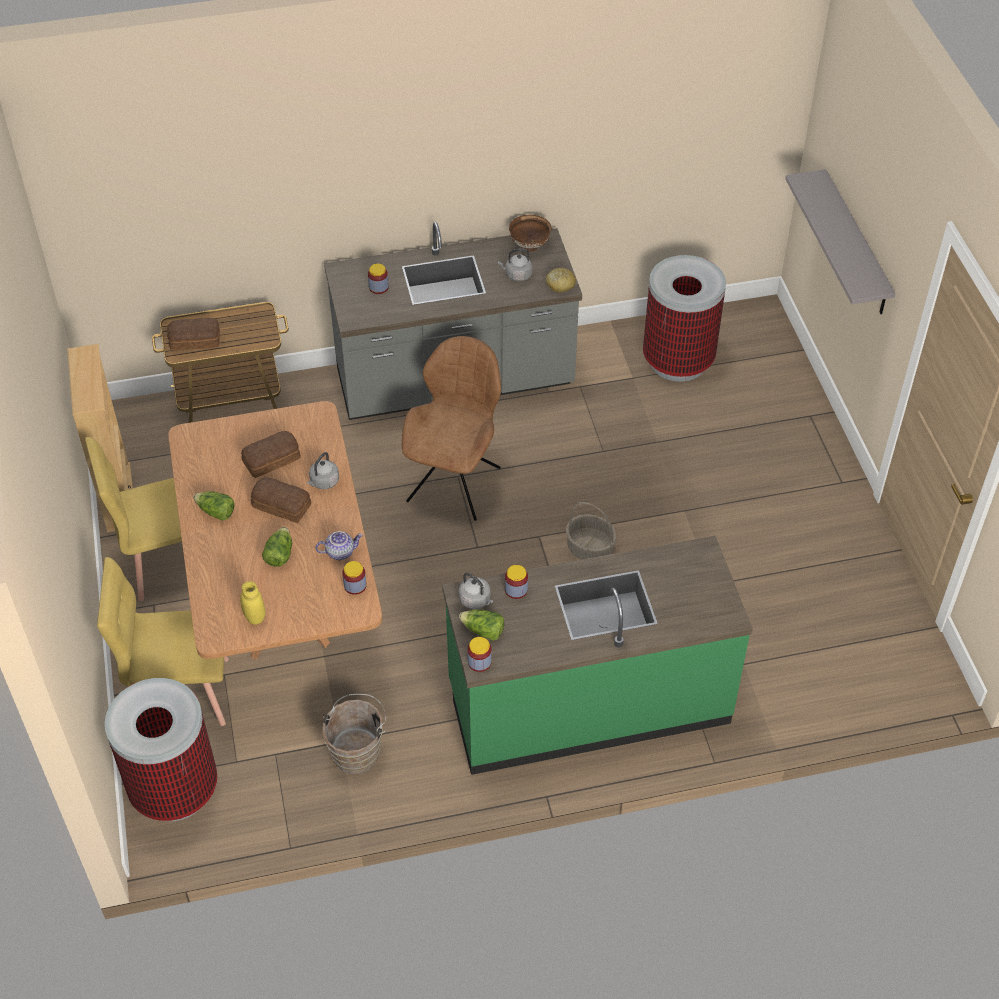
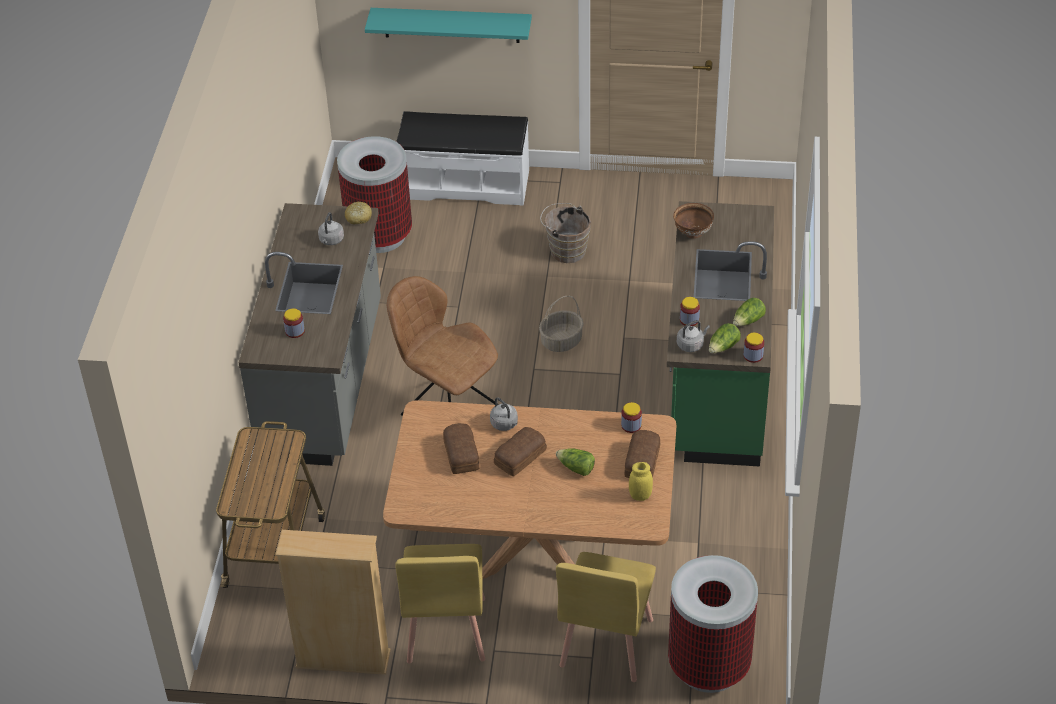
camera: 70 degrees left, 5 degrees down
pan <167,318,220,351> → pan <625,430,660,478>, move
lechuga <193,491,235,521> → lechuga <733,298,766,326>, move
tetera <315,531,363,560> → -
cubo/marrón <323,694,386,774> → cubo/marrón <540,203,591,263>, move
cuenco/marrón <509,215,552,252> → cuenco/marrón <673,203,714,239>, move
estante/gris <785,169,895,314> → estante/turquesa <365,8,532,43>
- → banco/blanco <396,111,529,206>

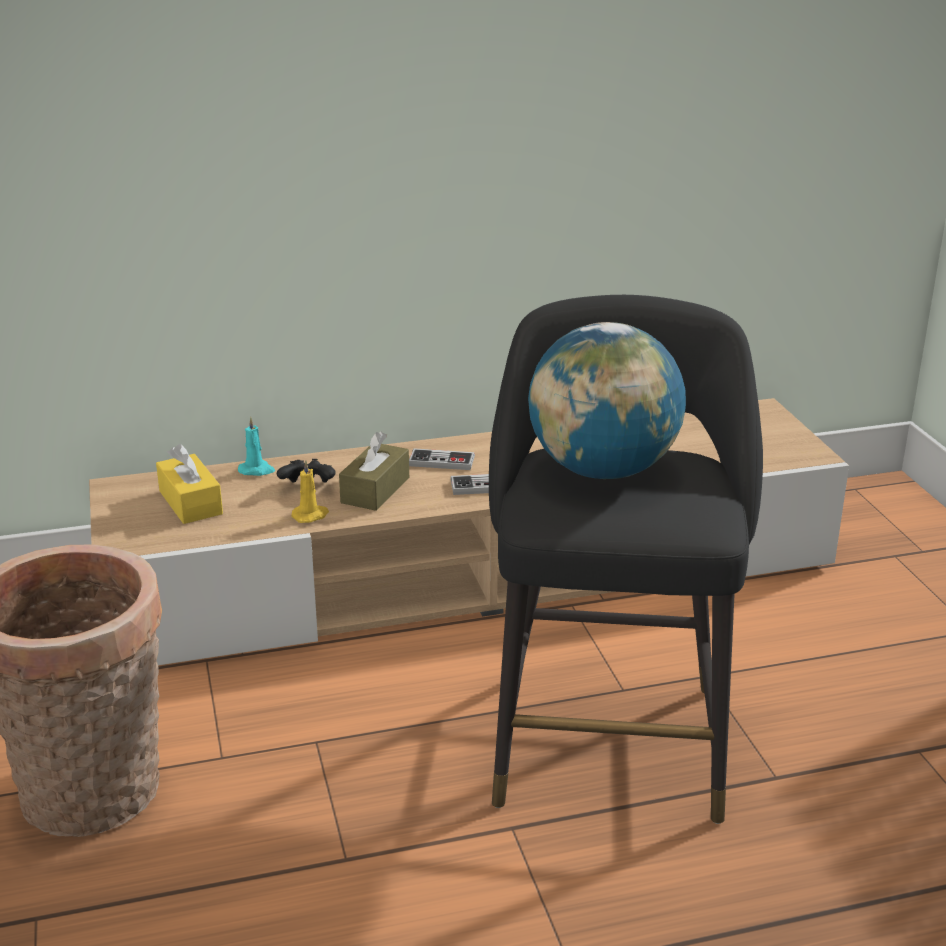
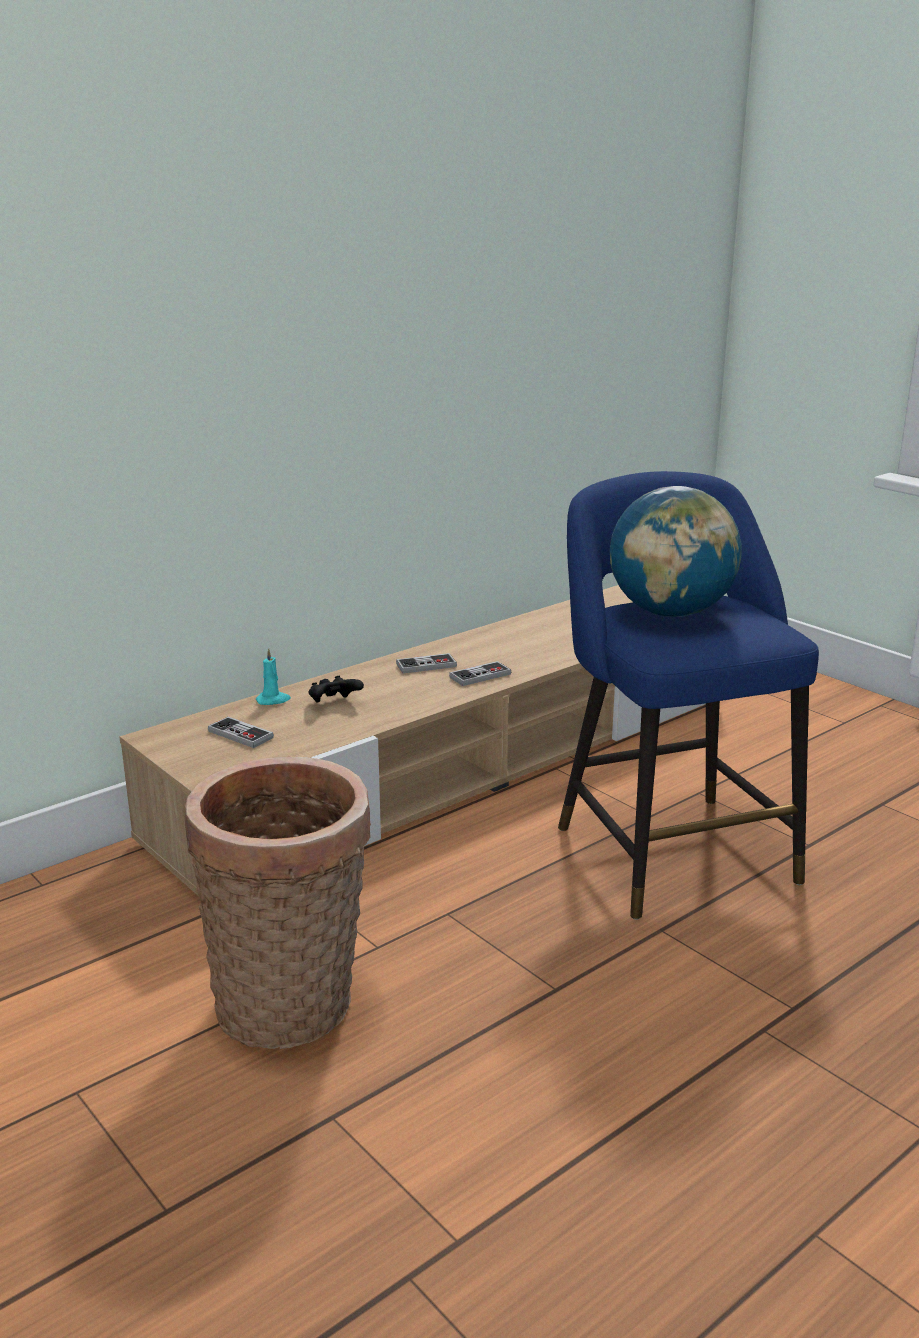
camera: 25 degrees left, 5 degrees down
caja de pañuelos/amarillo <156,444,223,524> → mando de consola <208,717,274,748>
vela/amarillo <291,460,329,523> → -
caja de pañuelos/marrón <339,431,409,511> → -
taburete/negro <489,295,763,824> → taburete/azul <558,471,819,920>

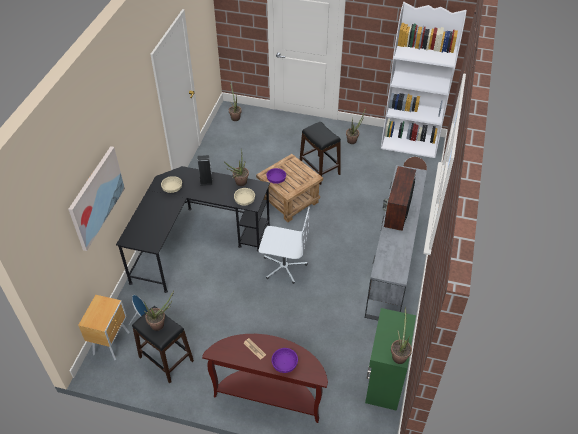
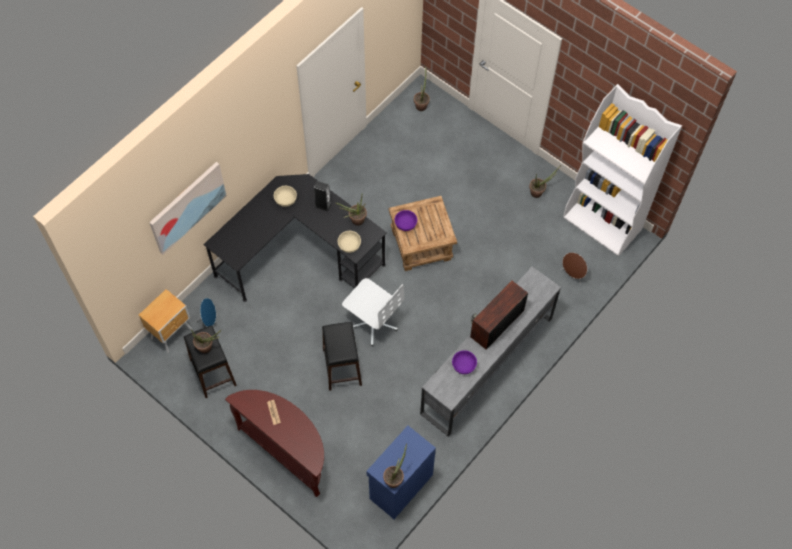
camera: 25 degrees right, 15 degrees up
cuenco/morado <271,348,298,373> → cuenco/morado <452,350,477,374>, move
taburete/negro <300,122,341,185> → taburete/negro <322,322,362,391>, move
armario/verde <365,308,416,411> → armario/azul <366,426,436,519>

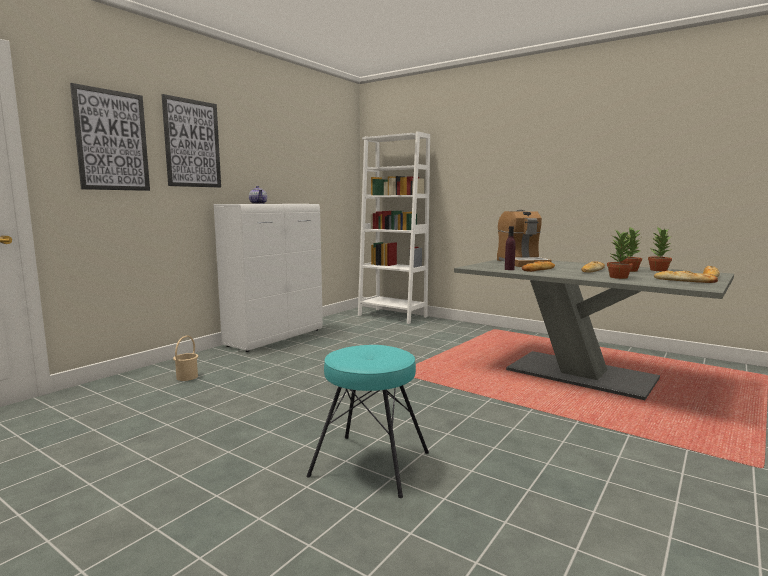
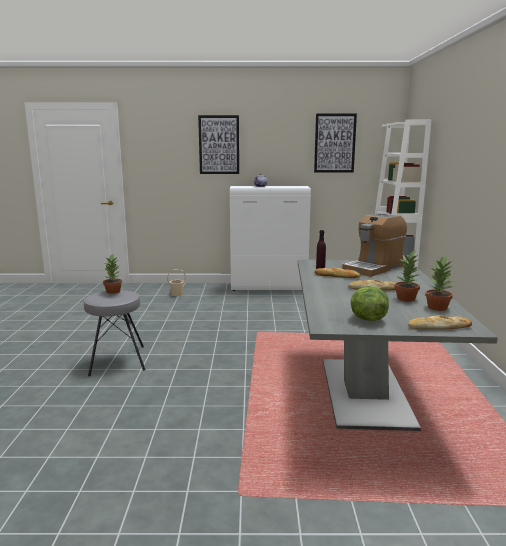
camera: 55 degrees right, 5 degrees up
cuadro <70,83,150,191> → cuadro <314,114,357,173>, move
taburete/turquesa <306,345,429,498> → taburete/gris <84,290,146,376>
planta en maceta <607,230,633,279> → planta en maceta <103,254,122,294>, move
pan <654,271,718,283> → lechuga <350,286,389,321>

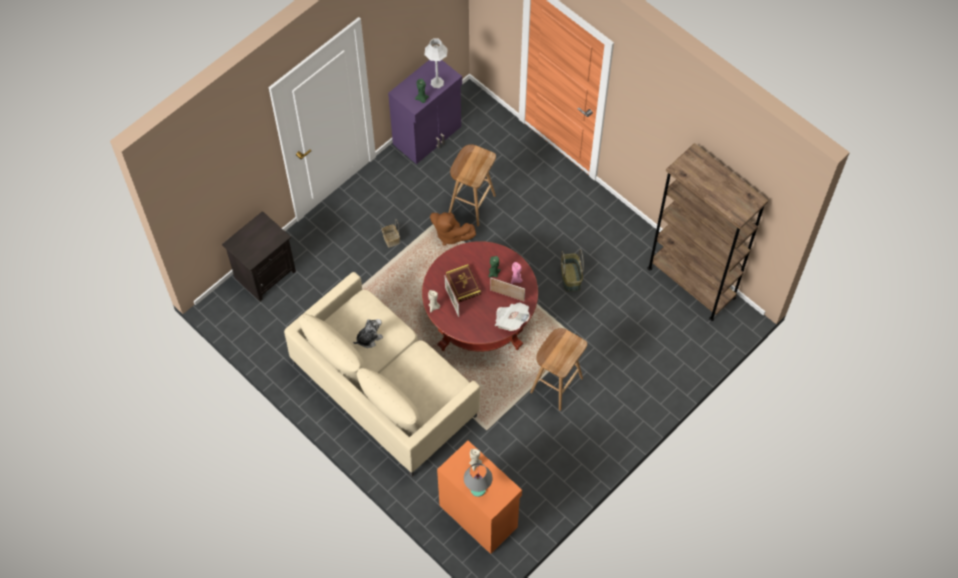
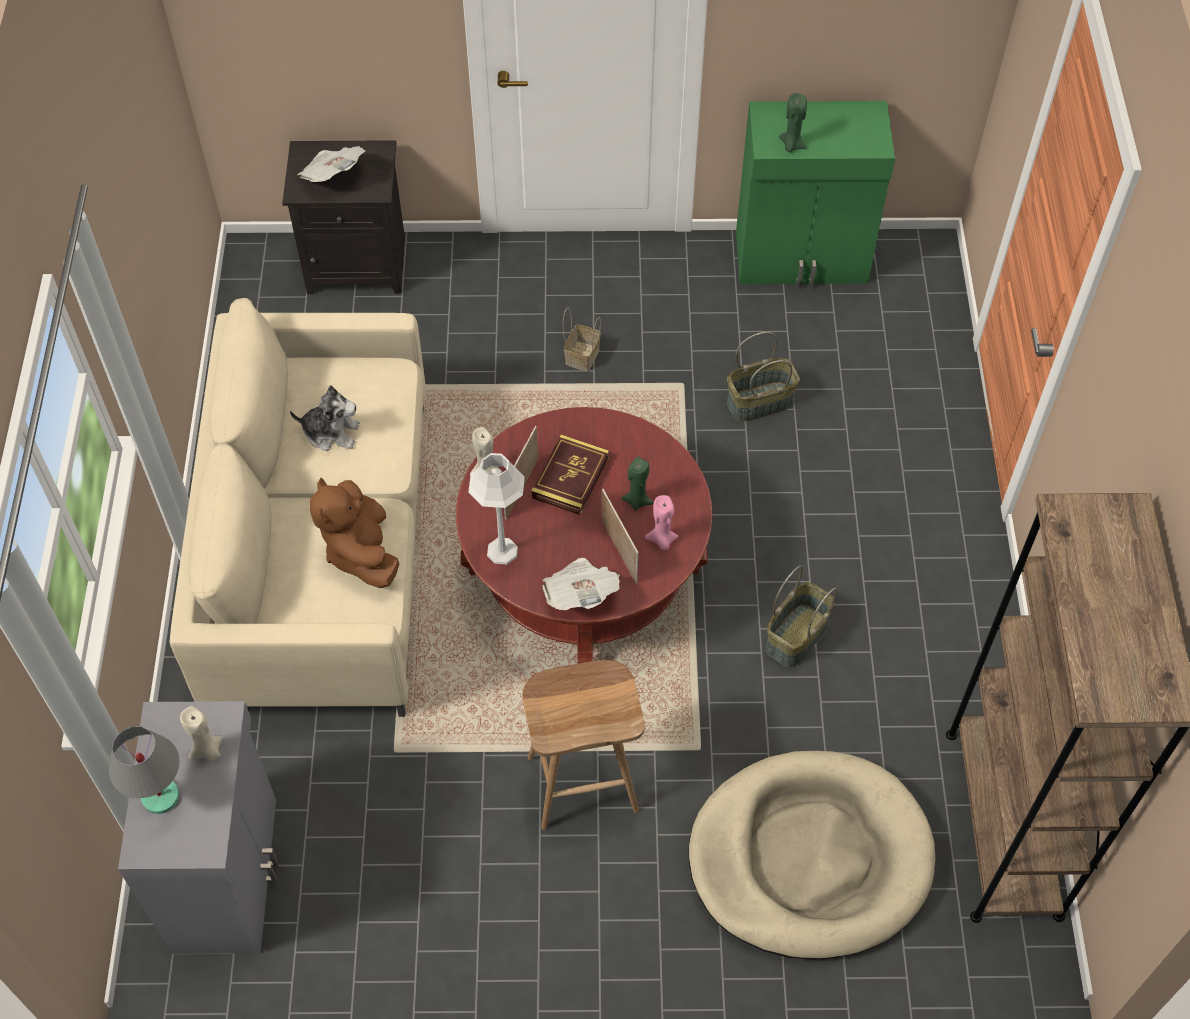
camera: 45 degrees right, 5 degrees down
armario/morado <388,60,462,164> → armario/verde <736,101,895,287>
lámpara de mesa/gris <424,38,448,88> → lámpara de mesa/gris <468,453,525,564>, move
peluche/marrón <430,212,476,246> → peluche/marrón <310,478,399,588>, move
armario/naranja <437,441,522,554> → armario/gris <118,701,278,954>
taburete/marrón <449,144,496,226> → cesta <726,332,800,421>
- → periódico <297,146,366,182>
- → cama para perro/beis <688,751,935,960>

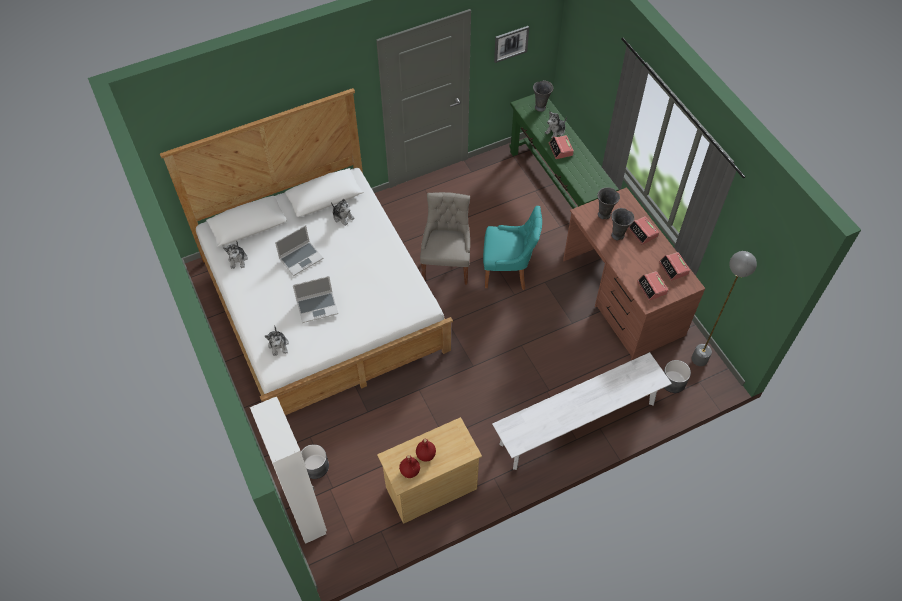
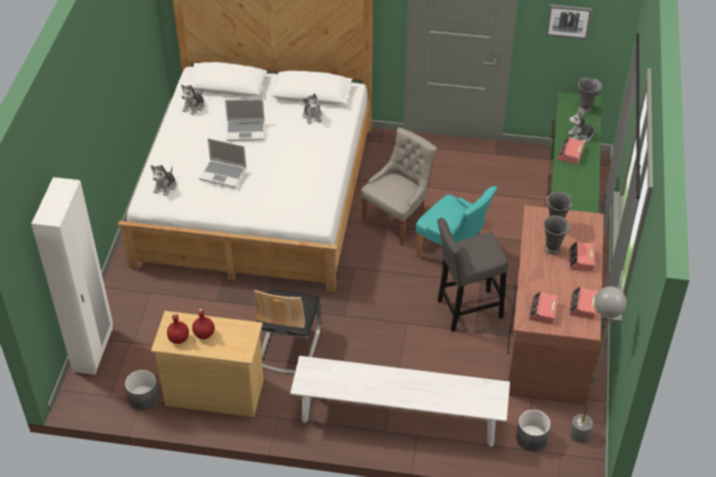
camera: 35 degrees right, 10 degrees down
maceta/gris <301,444,329,479> → maceta/gris <125,370,159,410>, move
- → silla <254,289,321,374>
- → taburete/gris <437,218,508,332>

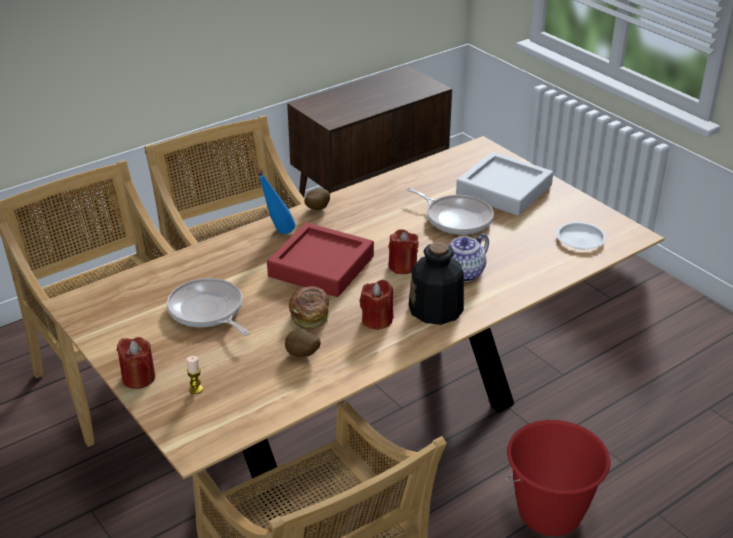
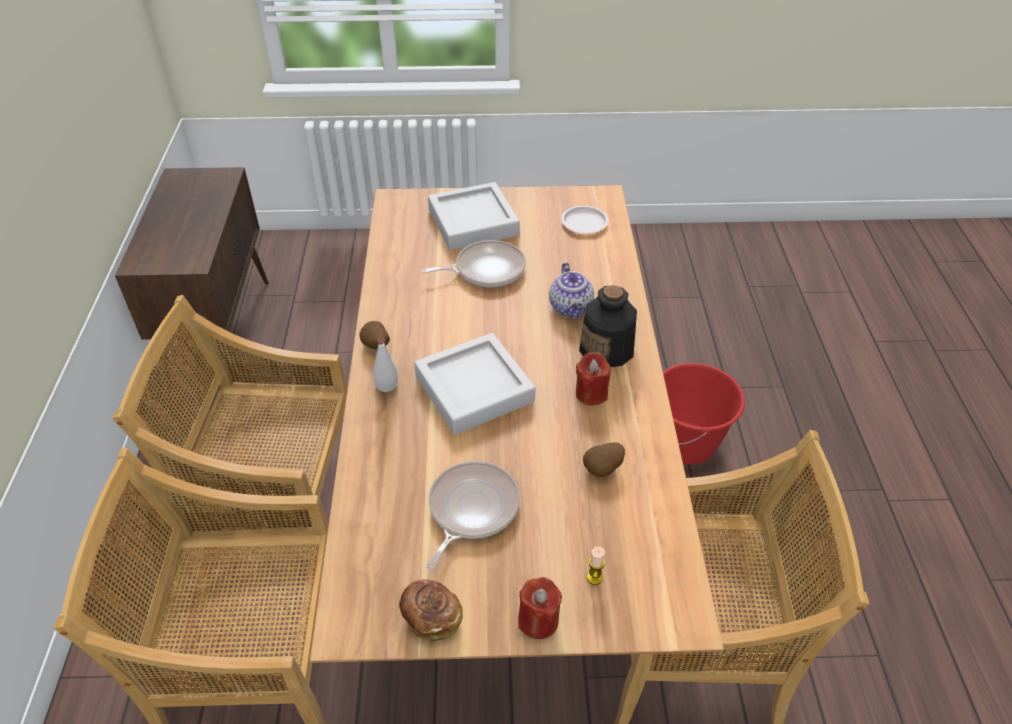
camera: 55 degrees left, 10 degrees up
sartén <167,278,249,336> → sartén <427,461,520,570>, 120 degrees clockwise
botella/azul <256,169,295,234> → botella/blanco <373,337,398,392>
bandeja/rojo <267,222,374,297> → bandeja/gris <414,333,535,435>
pan <289,286,330,329> → pan <399,579,463,641>, move
vela/rojo <388,229,419,274> → -

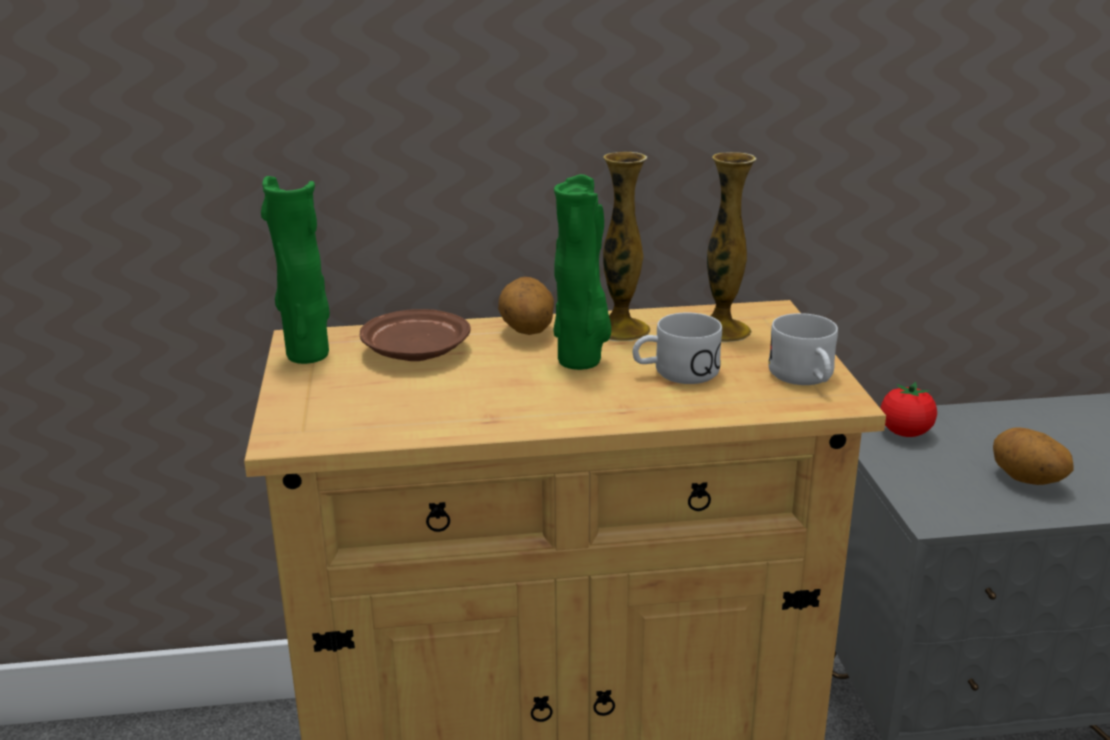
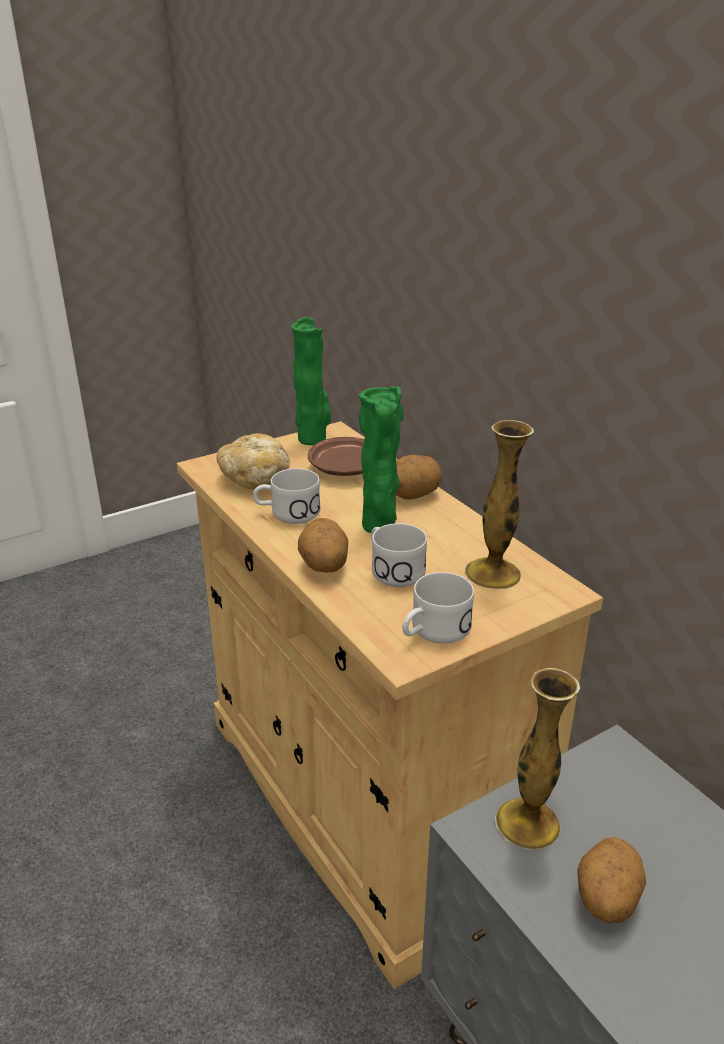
camera: 65 degrees right, 5 degrees up
florero <603,152,650,341> → florero <495,668,580,849>, move
tomate <880,382,937,437> → -
- → pan <216,433,290,490>
- → taza grande/blanco <253,468,321,524>
- → patata <298,518,348,573>

